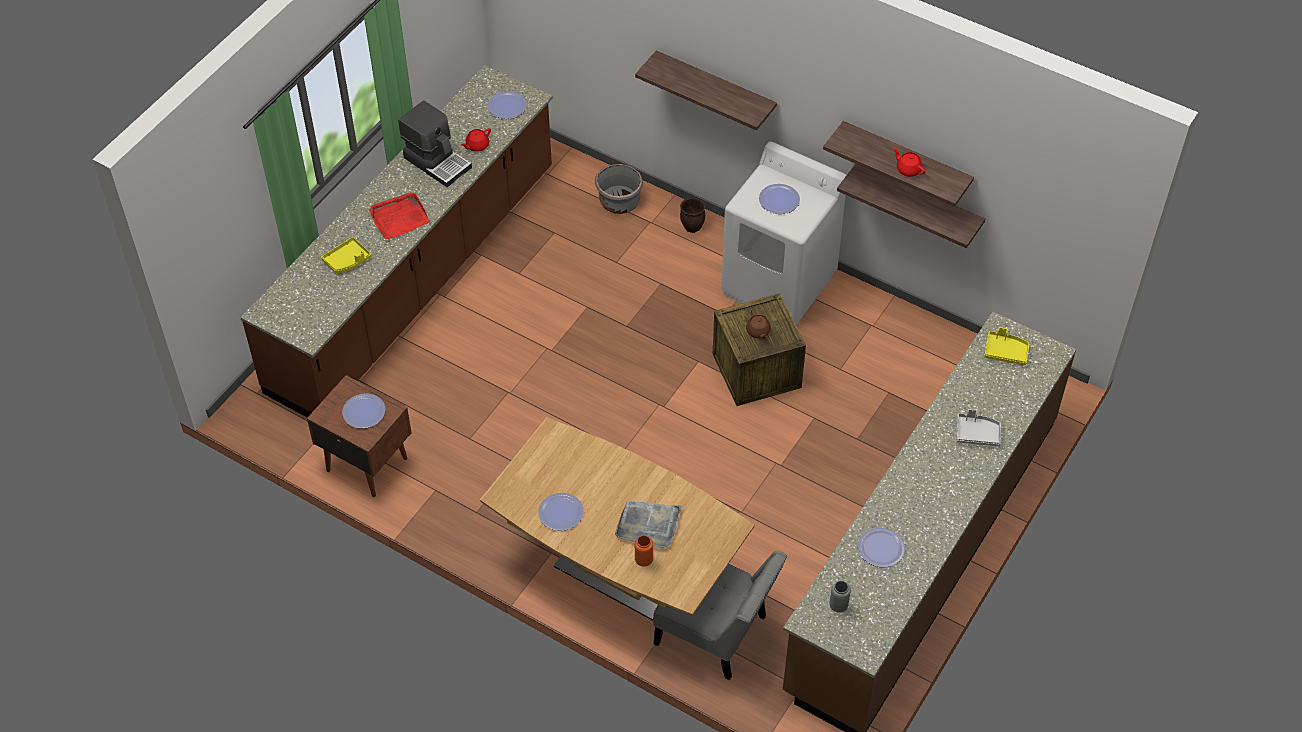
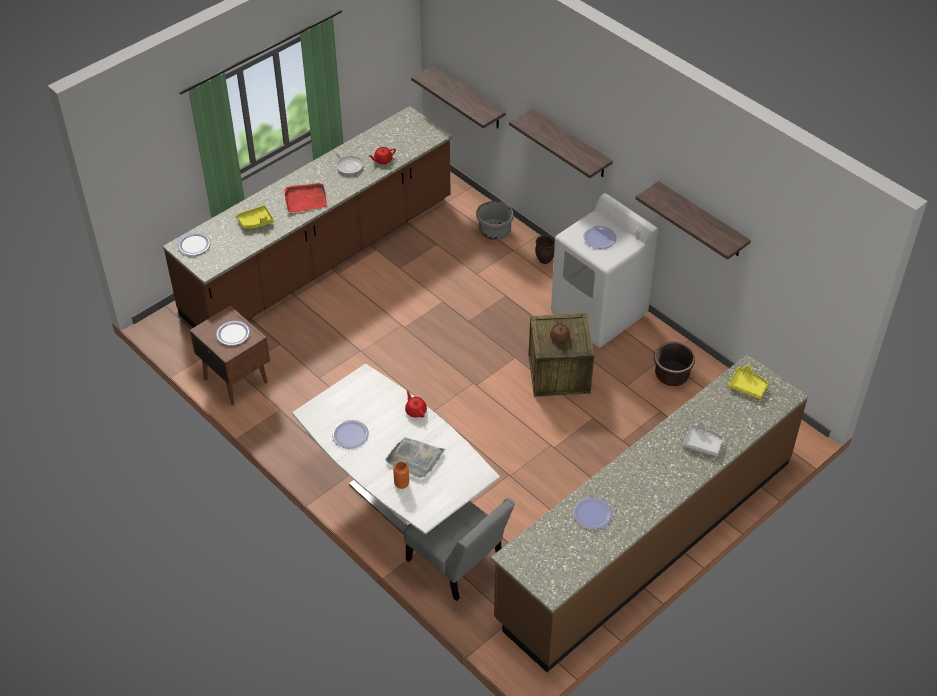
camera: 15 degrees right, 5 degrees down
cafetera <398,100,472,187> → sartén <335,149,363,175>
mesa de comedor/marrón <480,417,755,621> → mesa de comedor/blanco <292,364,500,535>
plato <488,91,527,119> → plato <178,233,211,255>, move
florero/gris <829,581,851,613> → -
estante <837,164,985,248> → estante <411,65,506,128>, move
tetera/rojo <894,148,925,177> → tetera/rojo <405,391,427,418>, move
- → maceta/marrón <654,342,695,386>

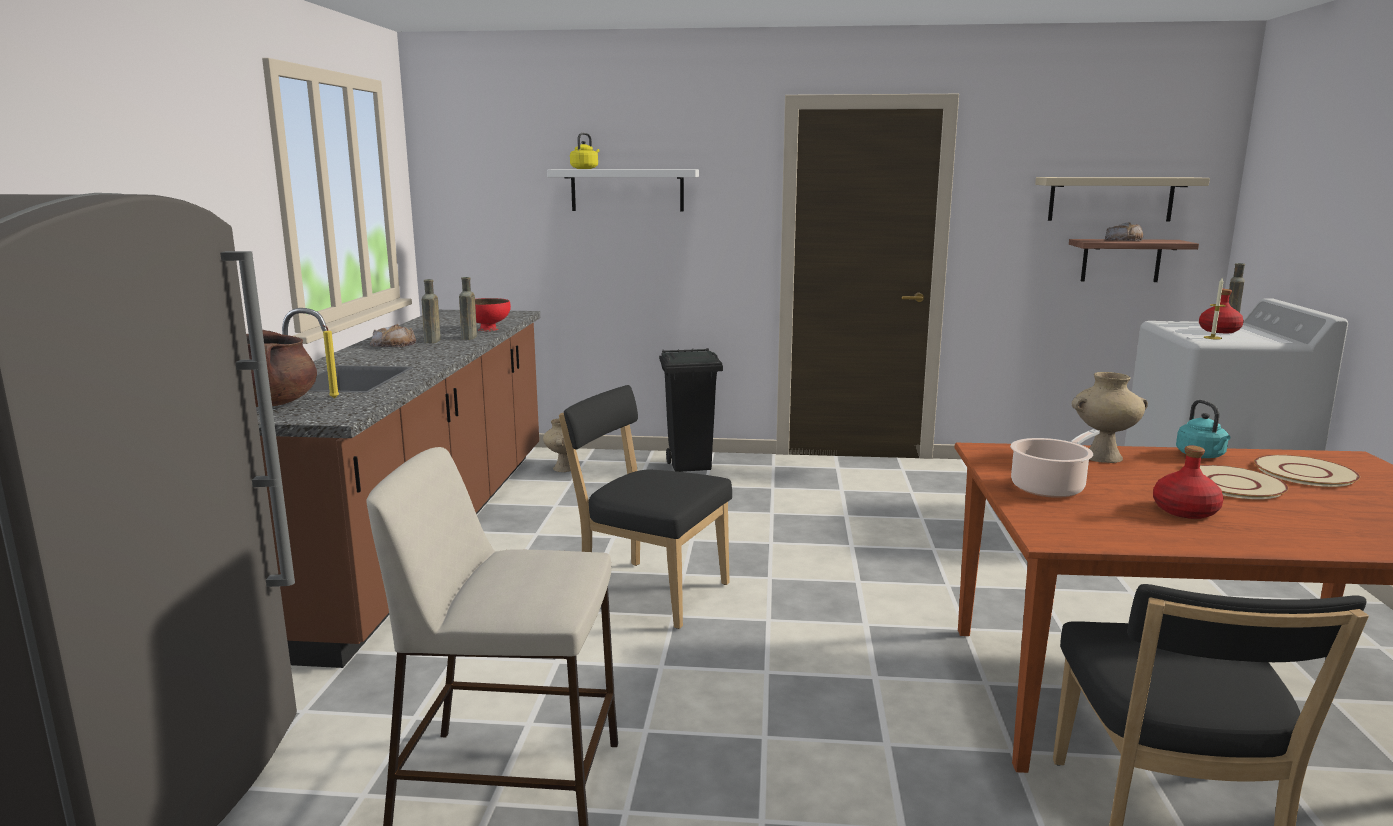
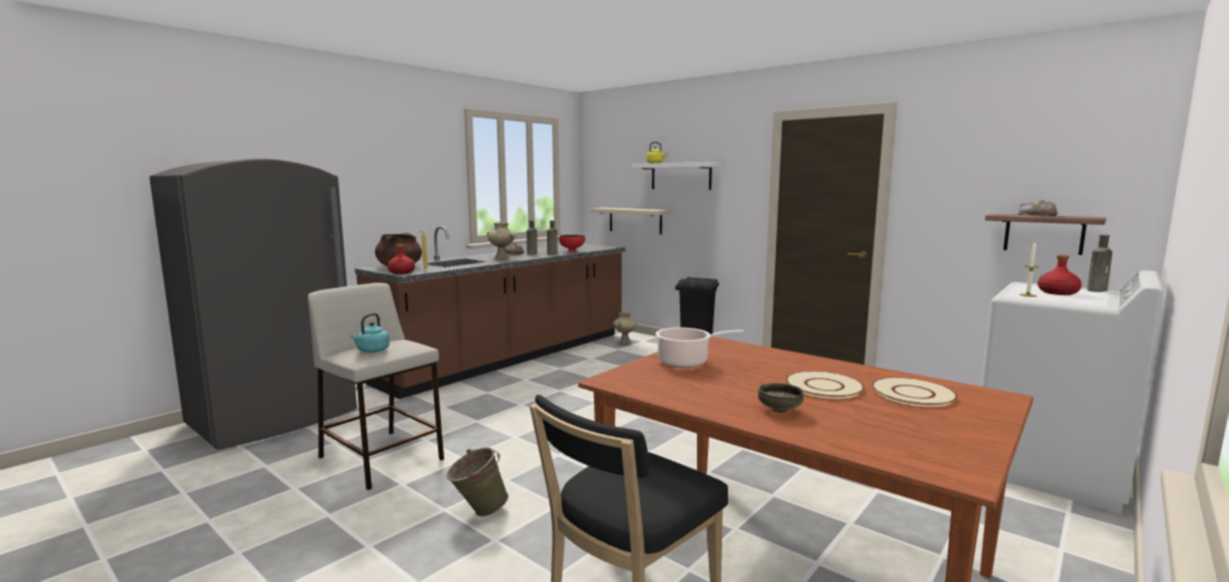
camera: 35 degrees right, 5 degrees down
silla/negro <559,385,732,629> → -
estante/beis <1035,177,1210,221> → estante/beis <590,208,670,235>, move
florero/beis <1072,372,1148,463> → florero/beis <487,223,515,260>, move
botella/rojo <1153,446,1224,519> → botella/rojo <387,244,415,274>, move
hervidor/turquesa <1176,400,1230,458> → hervidor/turquesa <351,313,389,353>, move
- → cubo/verde <446,447,508,517>
- → cuenco <758,383,804,413>

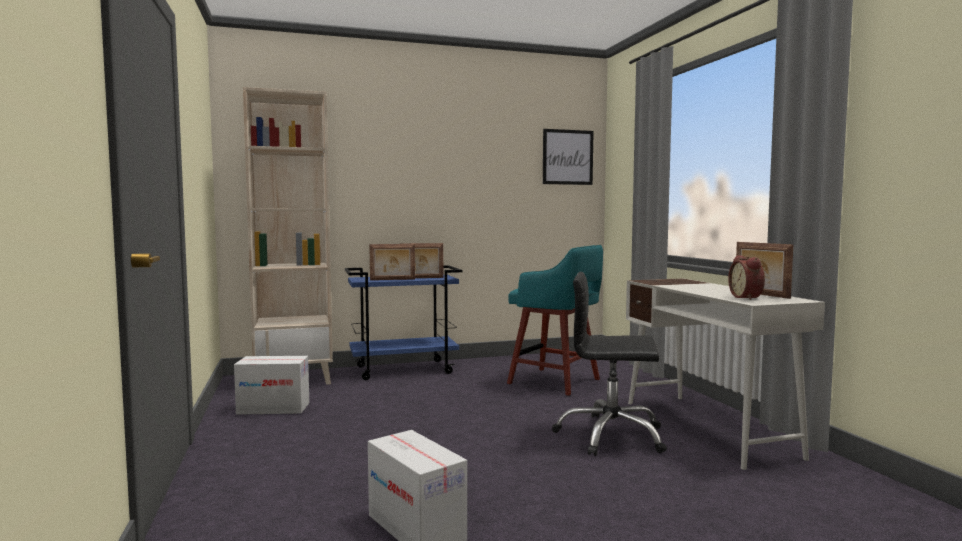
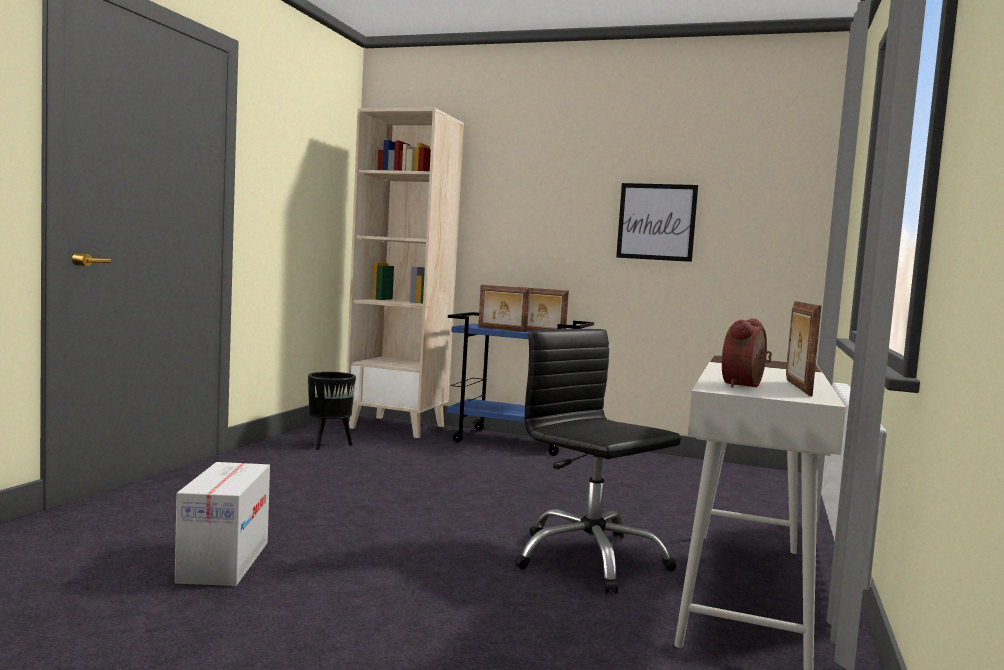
camera: 35 degrees right, 0 degrees up
caja de cartón <234,356,309,415> → maceta/negro <308,372,356,450>
taburete/turquesa <507,245,603,396> → -
cuadro <543,129,594,185> → cuadro <616,183,698,262>, move

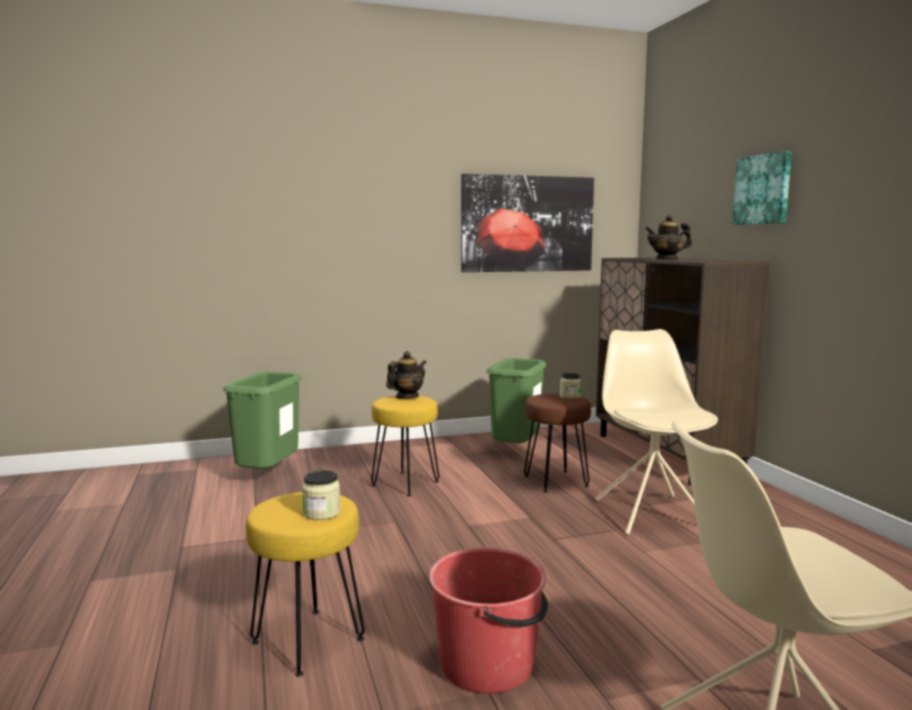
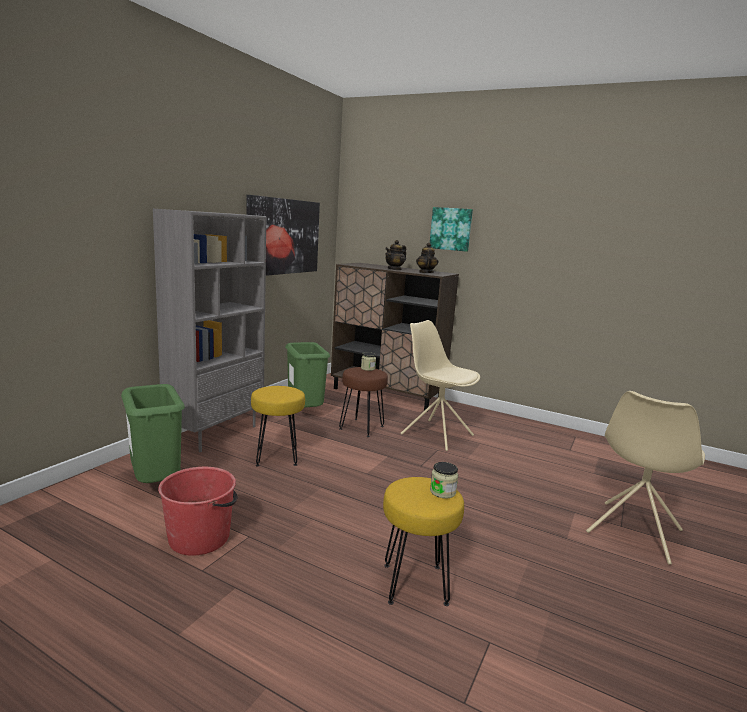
camera: 45 degrees left, 5 degrees up
tetera <386,351,427,399> → tetera <416,243,438,273>, move
cubo/rojo <429,547,548,694> → cubo/rojo <158,467,238,556>, move
- → estantería/gris <153,209,266,452>

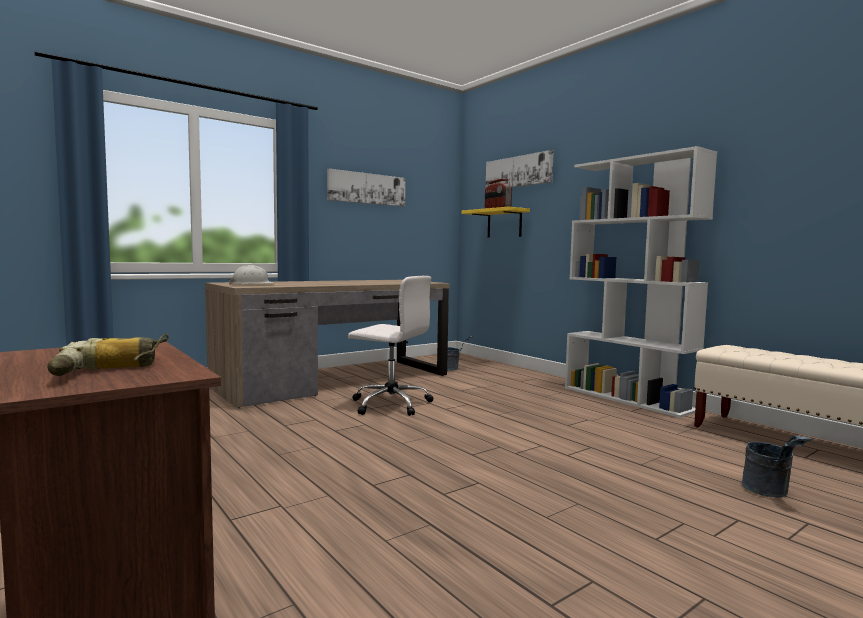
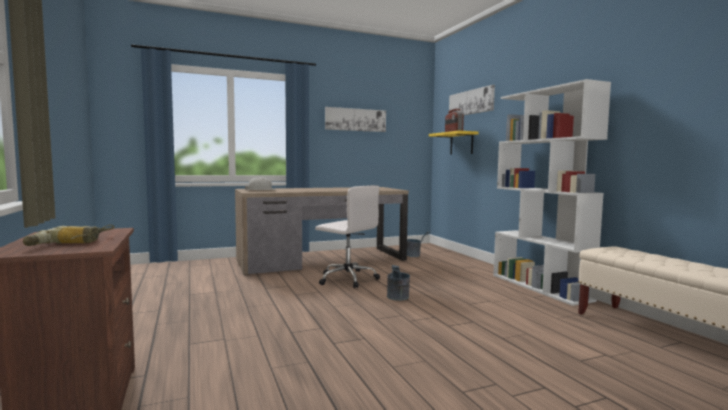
camera: 15 degrees right, 0 degrees up
cubo/gris <741,435,811,497> → cubo/gris <387,265,410,301>, move

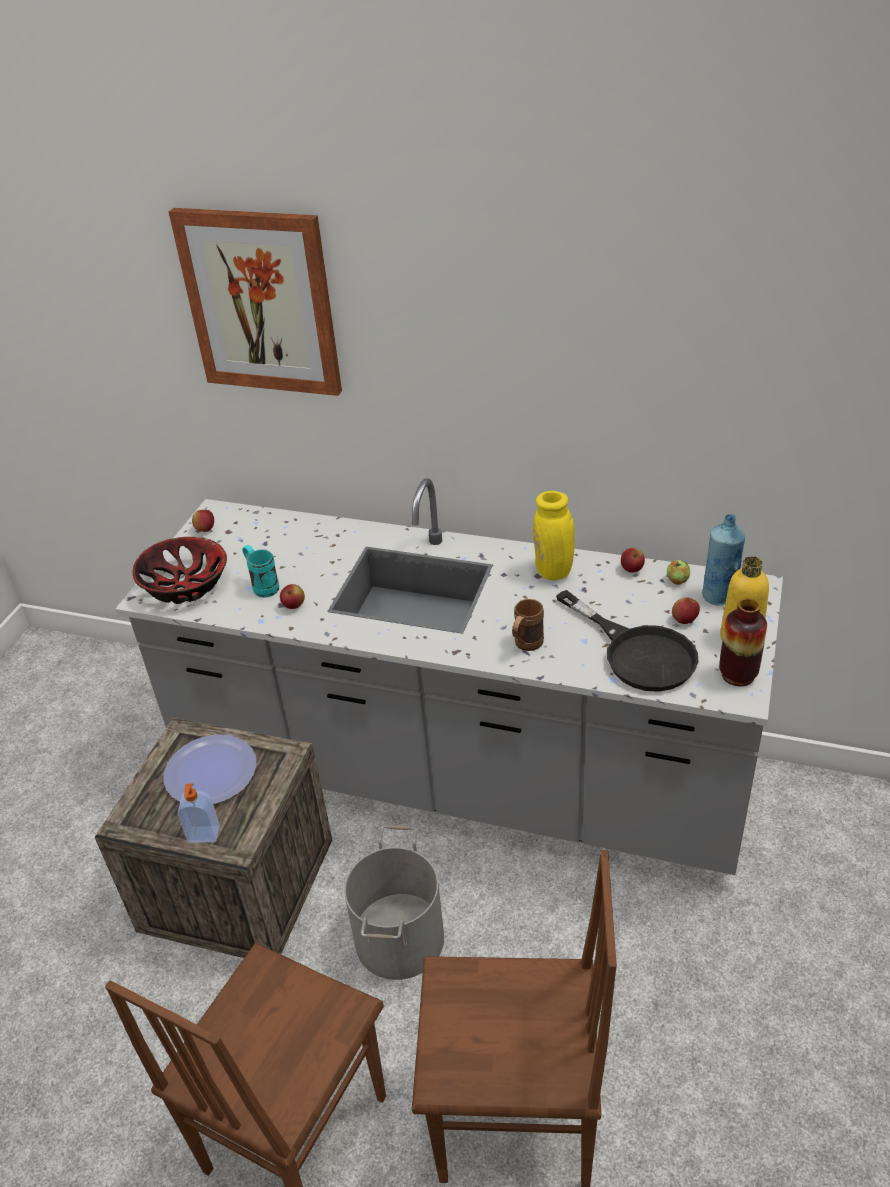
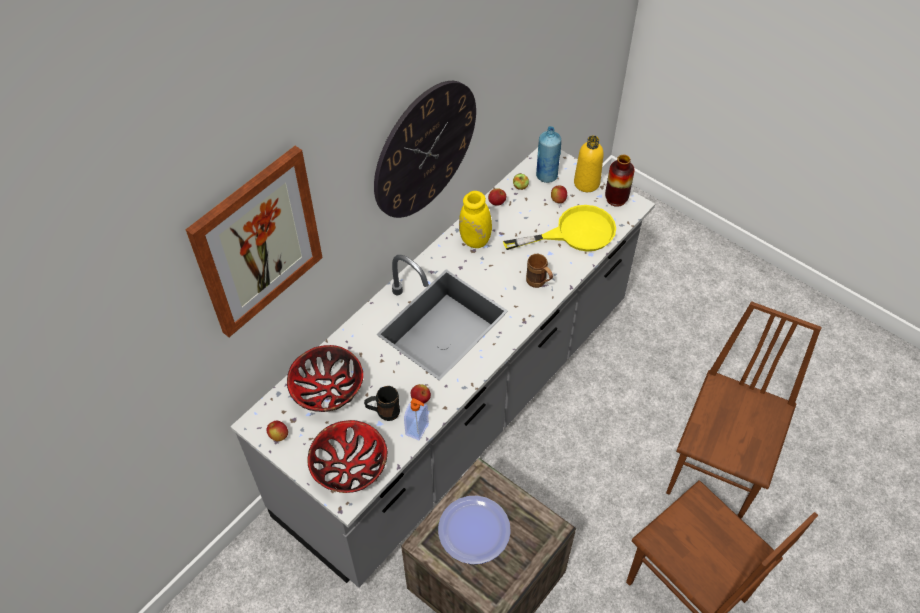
camera: 70 degrees left, 15 degrees up
dispensador de jabón <178,784,220,843> → dispensador de jabón <404,398,429,440>, move
taza grande/turquesa <242,545,279,598> → taza grande/negro <364,386,400,421>
cubo/gris <344,825,444,980> → -
sartén/negro <556,590,699,692> → sartén/amarillo <503,205,616,252>
- → cuenco <287,345,364,412>
- → reloj de pared <374,81,476,218>

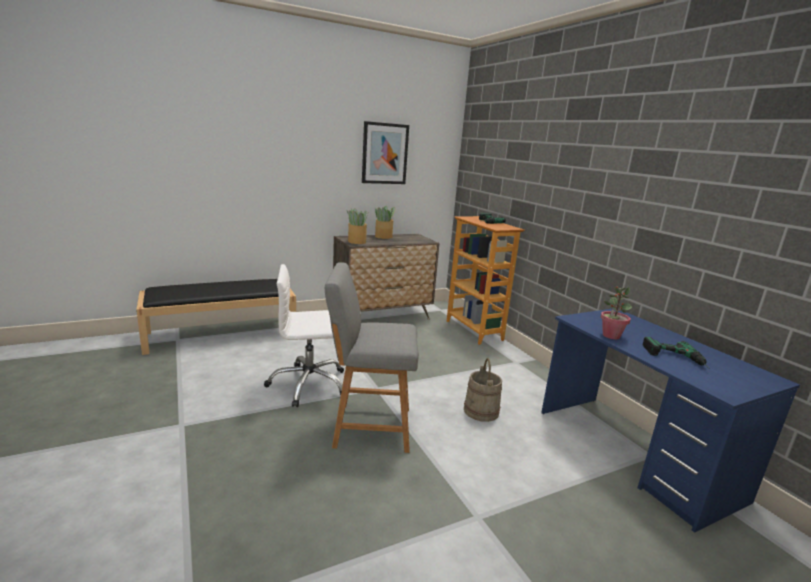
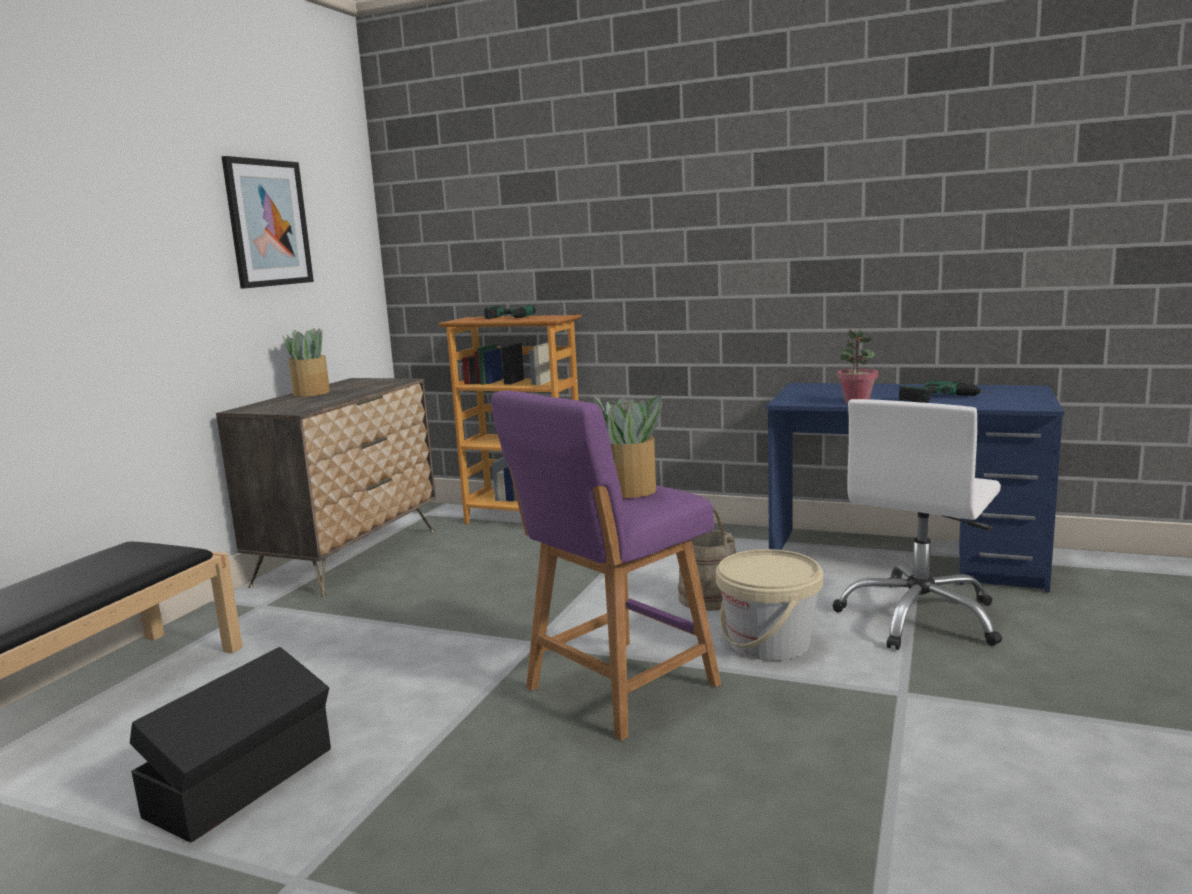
camera: 40 degrees left, 5 degrees down
silla de oficina/blanco <264,264,344,407> → silla de oficina/blanco <833,399,1002,650>, move
taburete/gris <325,262,419,453> → taburete/morado <491,390,721,741>
planta en maceta <347,208,368,244> → planta en maceta <594,396,662,498>, move
- → caja de almacenaje/negro <130,647,331,843>
- → cubo/beis <716,549,823,661>

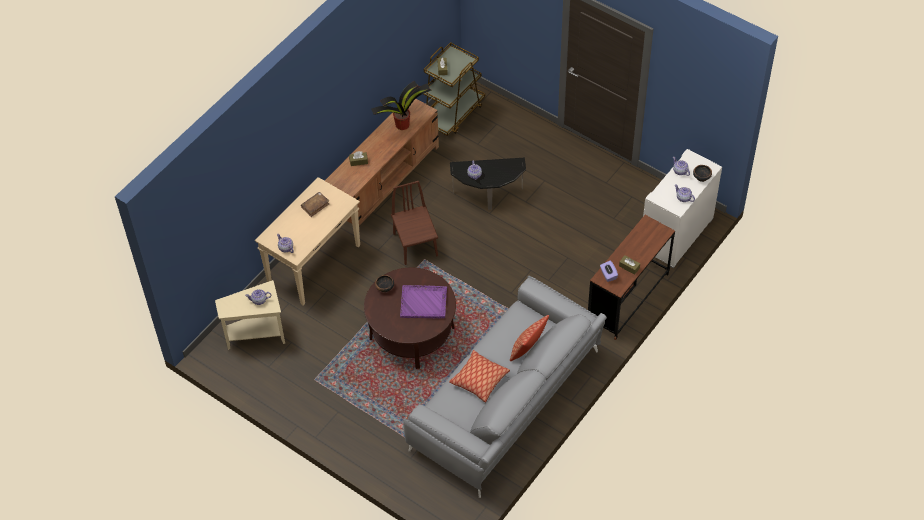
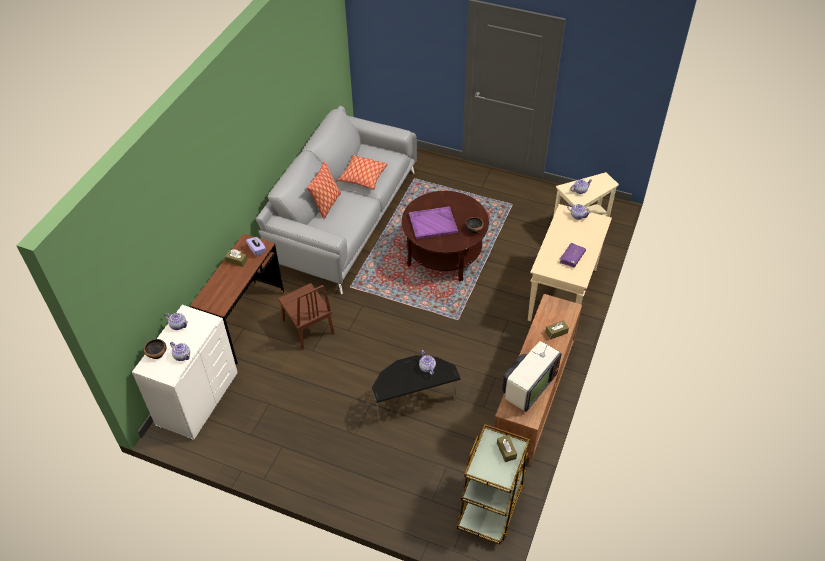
camera: 165 degrees right, 5 degrees down
libro/marrón <301,192,329,217> → libro/morado <559,243,586,267>
planta en maceta <371,81,432,130> → televisor <502,325,562,412>
silla/marrón <391,181,438,265> → silla/marrón <277,283,334,350>, move

